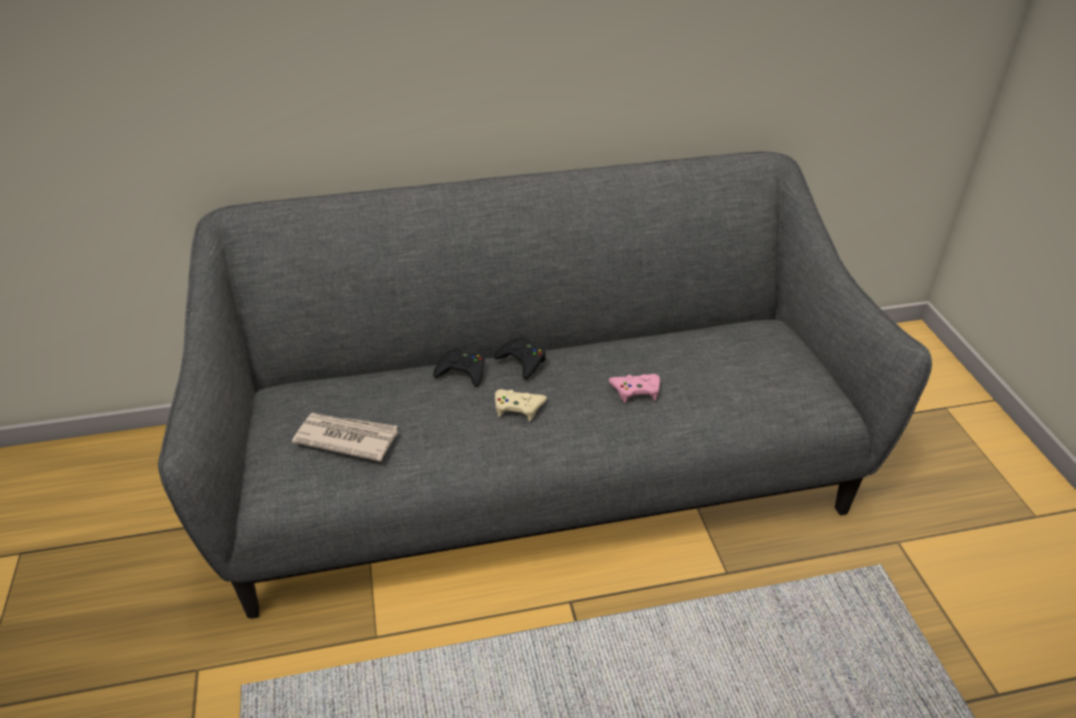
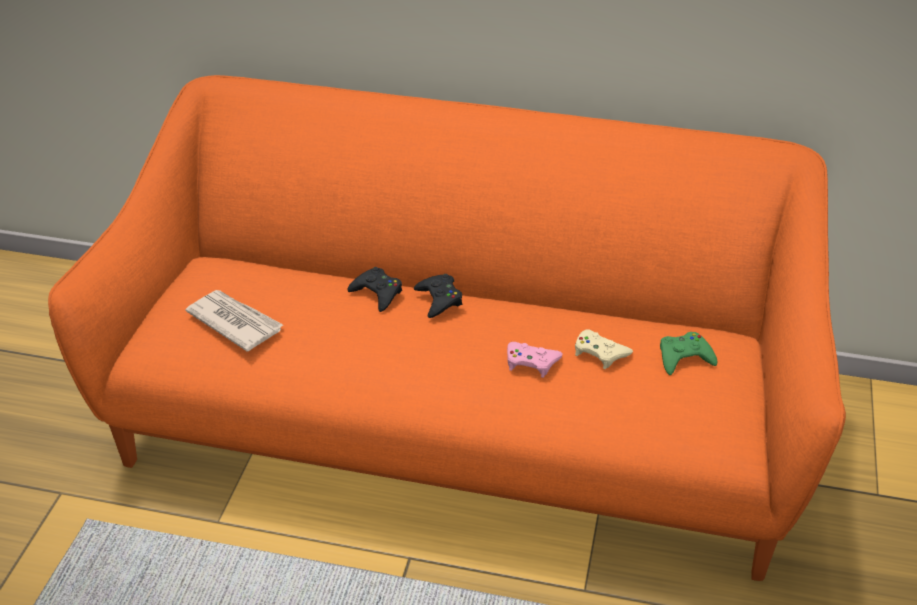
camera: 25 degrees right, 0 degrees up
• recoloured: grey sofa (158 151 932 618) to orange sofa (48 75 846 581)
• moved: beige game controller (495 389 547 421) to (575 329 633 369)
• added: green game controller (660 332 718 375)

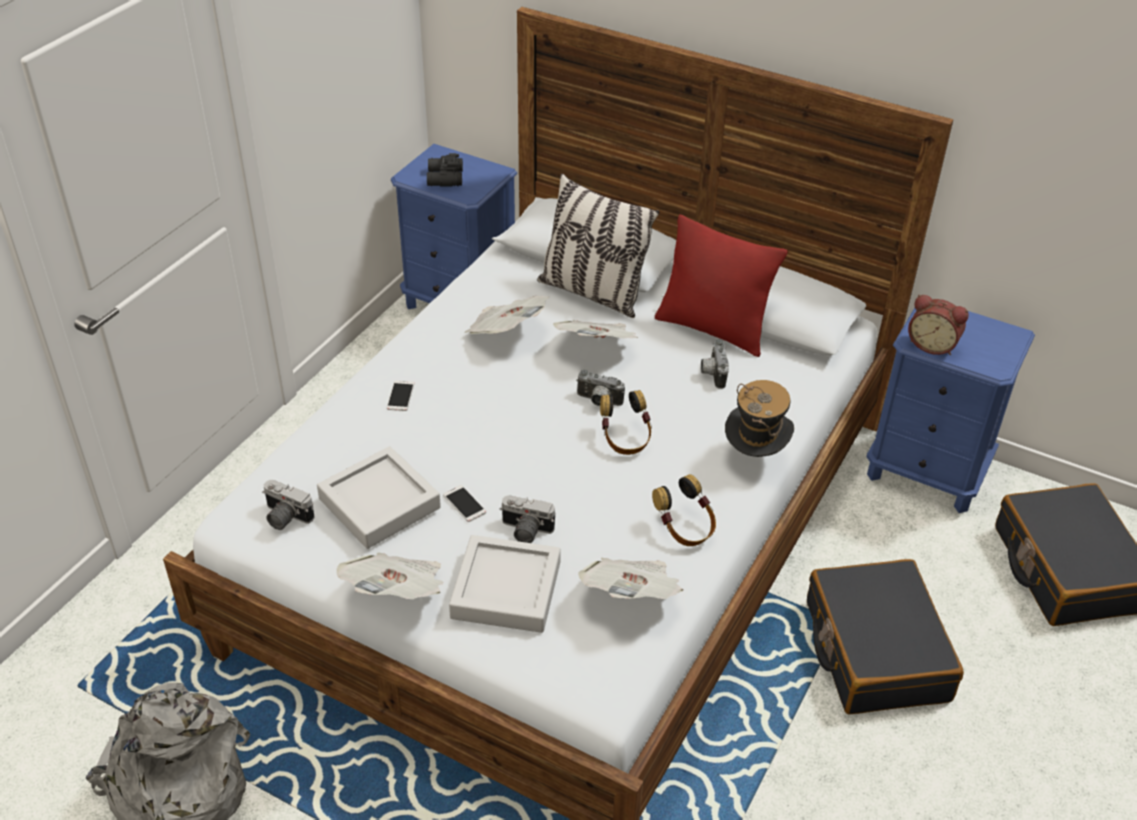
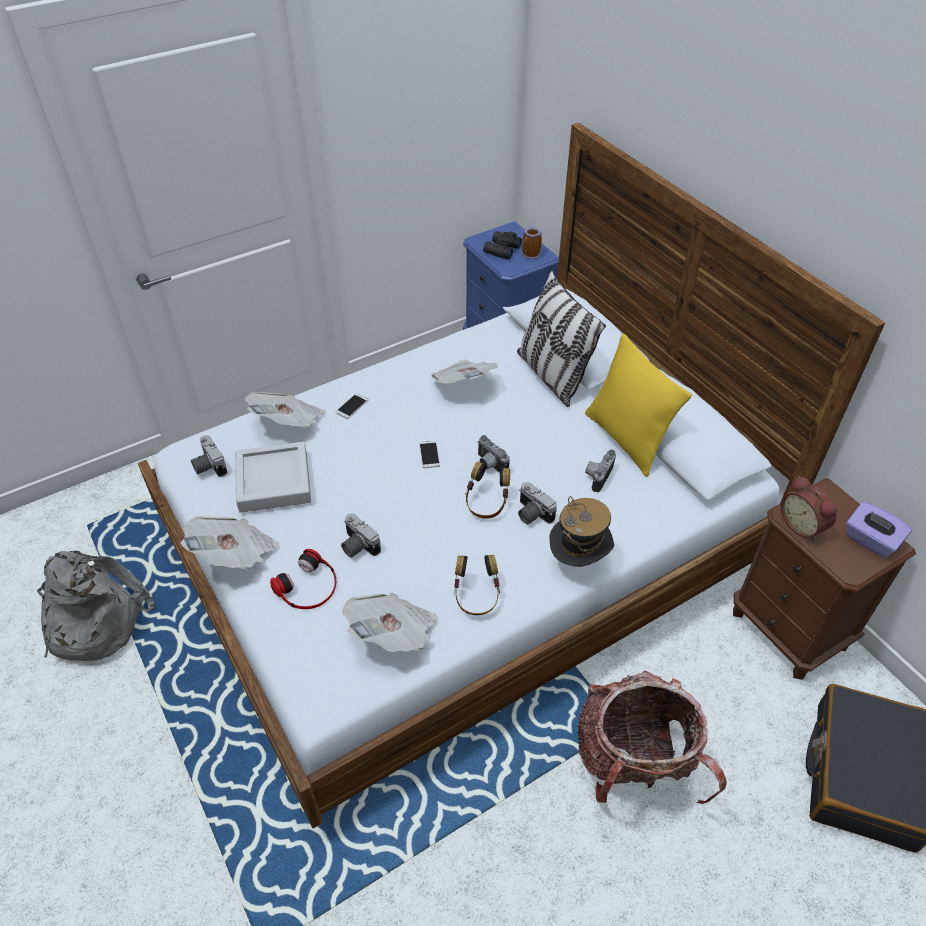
camera: 30 degrees right, 5 degrees up
• moved: newspaper (553 320 638 339) to (245 392 326 428)
• replaced: grey tray (449 535 561 633) to headphones (270 549 336 609)
• moved: phone (443 485 486 522) to (419 440 440 468)
• added: photo camera (518 482 557 524)
• added: mug (522 227 542 259)
• replaced: black suitcase (807 559 964 714) to backpack (578 670 727 804)
• recoloured: red pillow (655 214 788 357) to yellow pillow (585 333 692 477)
• recoloured: blue nightstand (866 308 1035 513) to brown nightstand (733 478 916 680)
• added: purple tissue box (847 501 912 558)

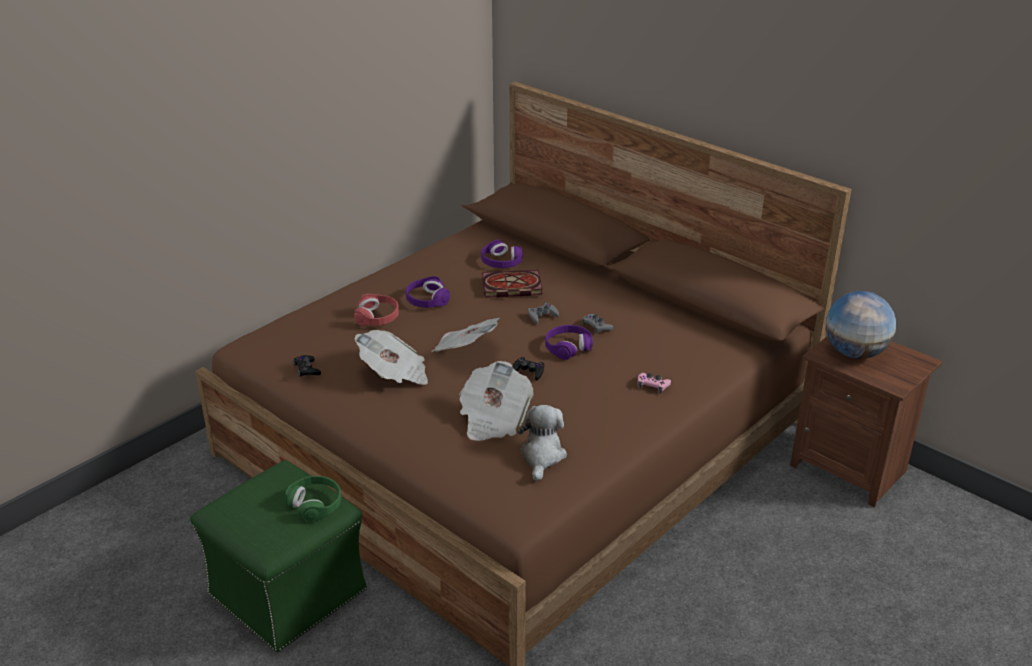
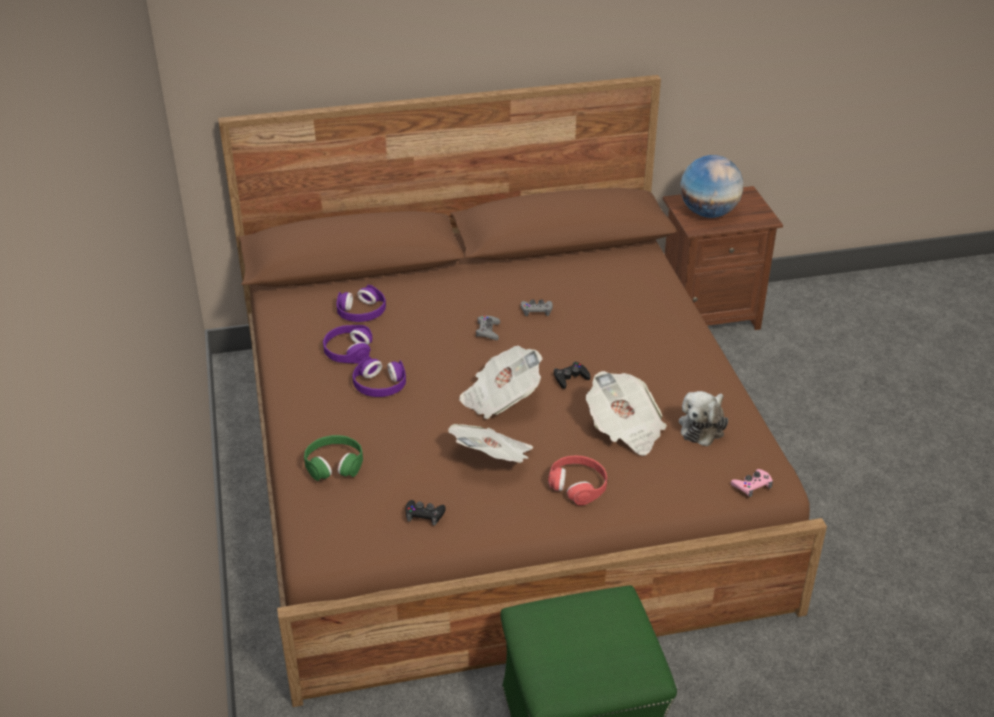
camera: 55 degrees left, 5 degrees up
• moved: green headphones (285 476 341 522) to (304 435 363 481)
• moved: purple headphones (545 325 593 360) to (323 325 372 364)
• moved: red headphones (354 294 399 326) to (548 456 607 506)
• turned: plush toy (518 405 567 481) = (679 391 728 447) 105 degrees counterclockwise
• moved: pink game controller (638 373 671 393) to (731 469 773 497)
• removed: book (482 270 543 298)

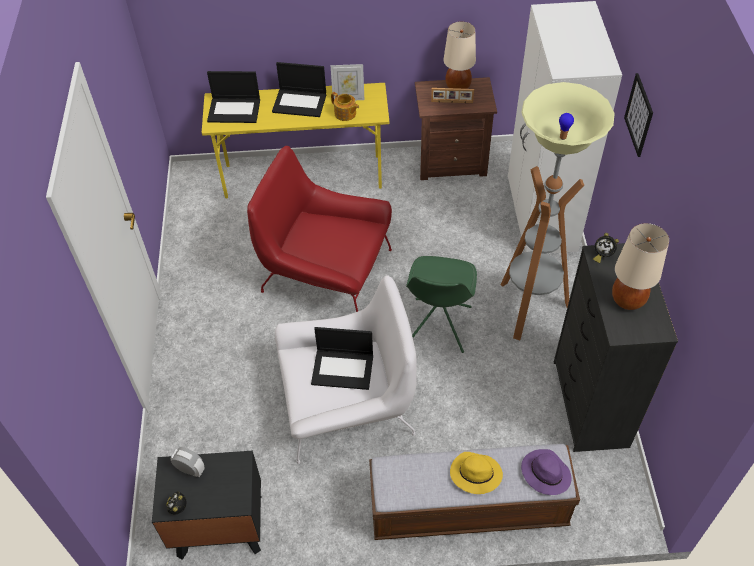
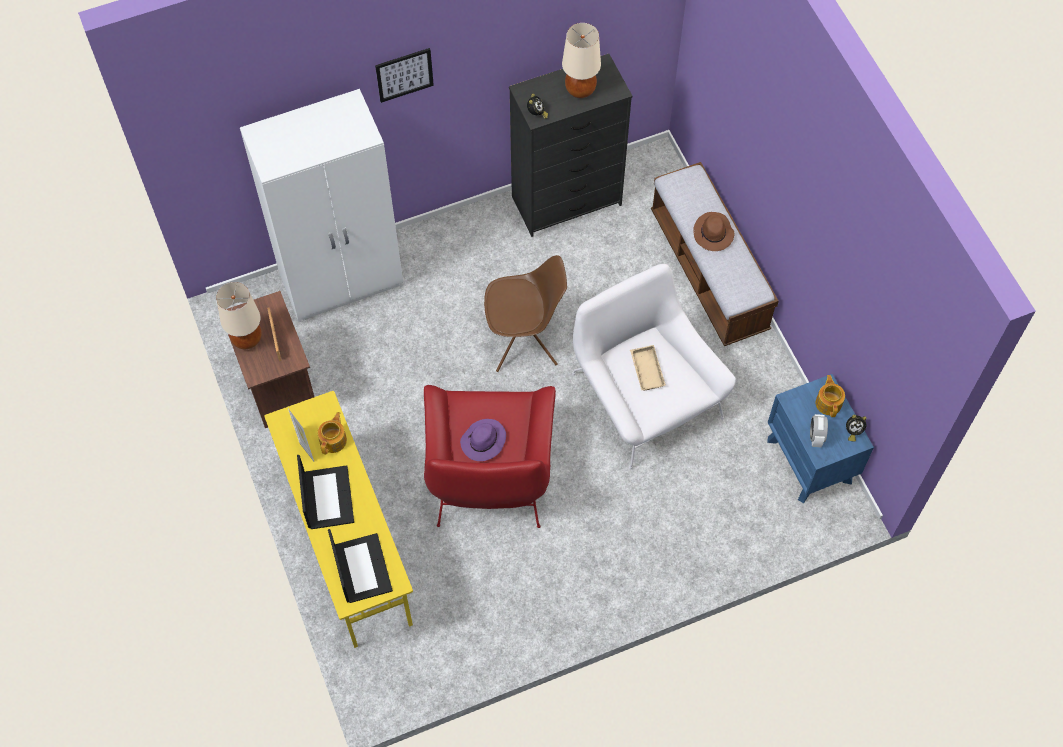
camera: 110 degrees left, 10 degrees up
• moved: purple hat (521 449 571 495) to (460 419 506 461)
• recoloured: green chair (406 256 477 353) to brown chair (484 255 567 372)
• replaced: laptop (311 327 373 390) to beige tray (630 345 666 390)
• recoloured: yellow hat (450 452 503 494) to brown hat (693 212 735 251)
• recoloured: black nightstand (152 451 261 560) to blue nightstand (767 374 874 503)
• added: teapot (816 375 845 417)
• removed: floor lamp (501 82 615 340)

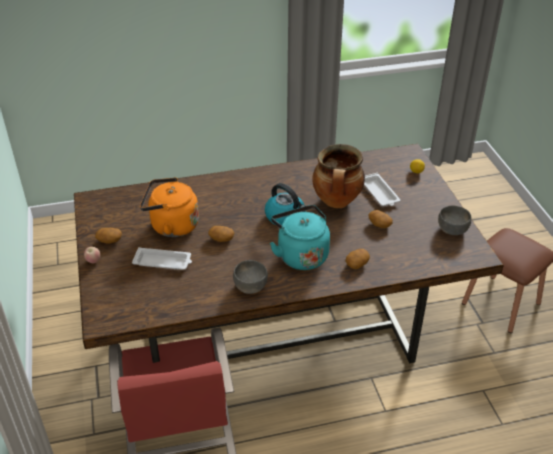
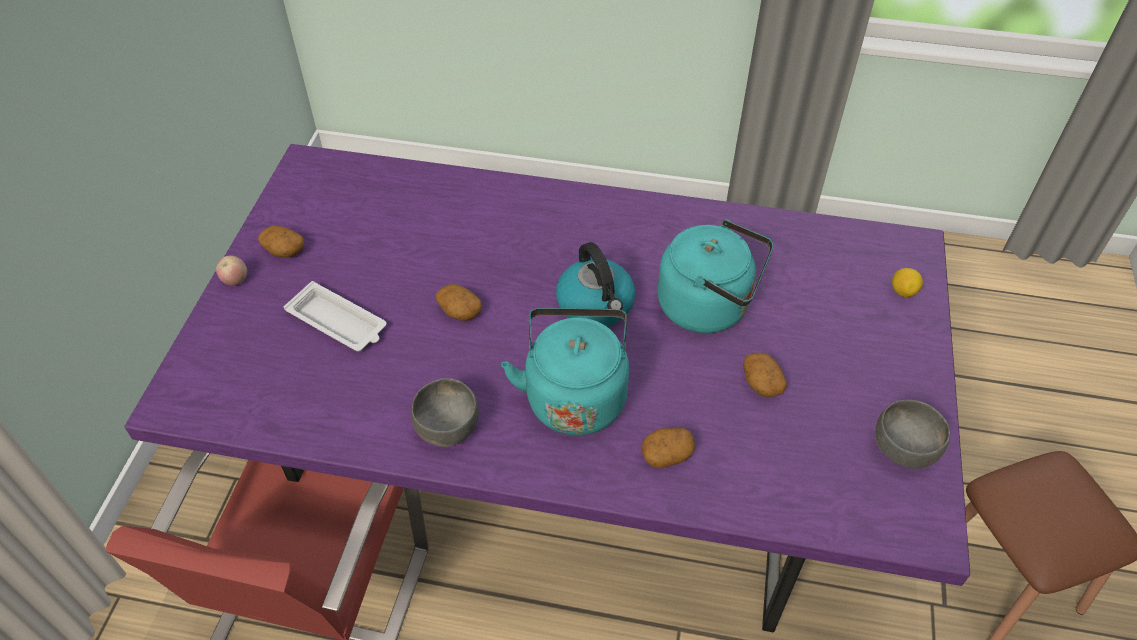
camera: 25 degrees right, 10 degrees up
• recoloured: brown dining table (74 144 504 363) to purple dining table (124 144 970 632)
• replaced: cooking pot (312 144 365 208) to turquoise kettle (657 219 773 333)
• removed: orange kettle (140 178 199 237)
• removed: white tray (364 173 400 206)

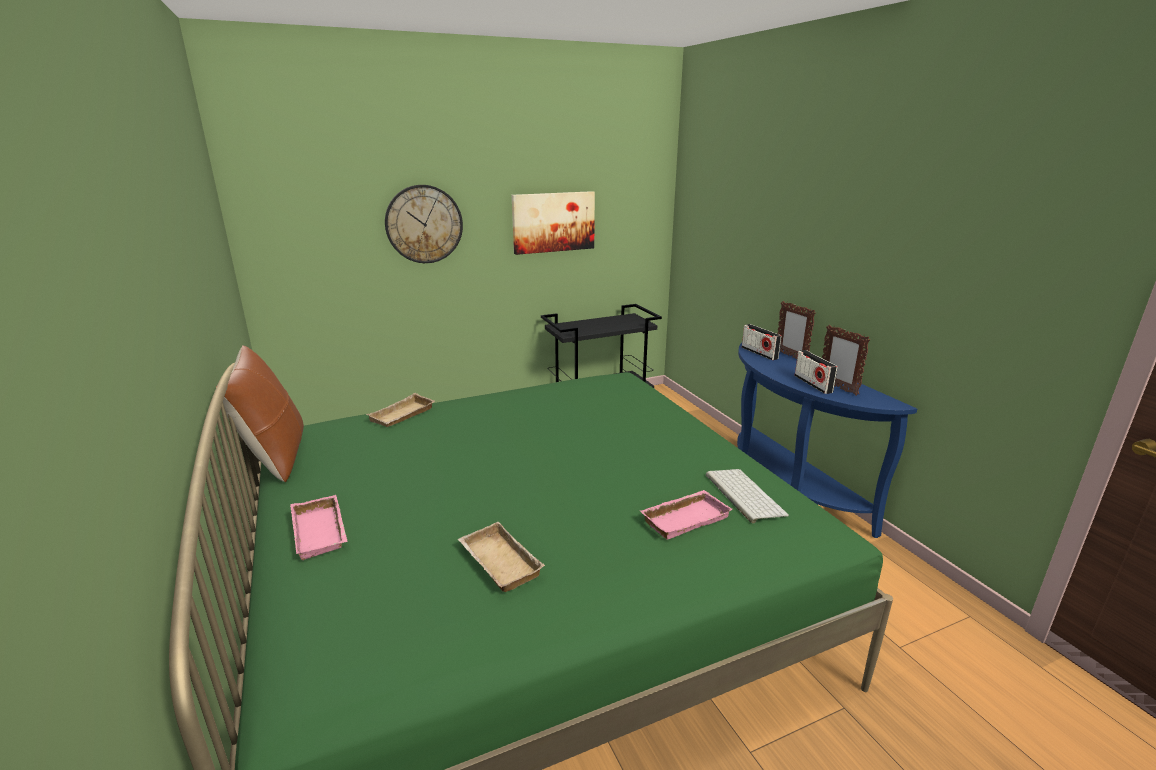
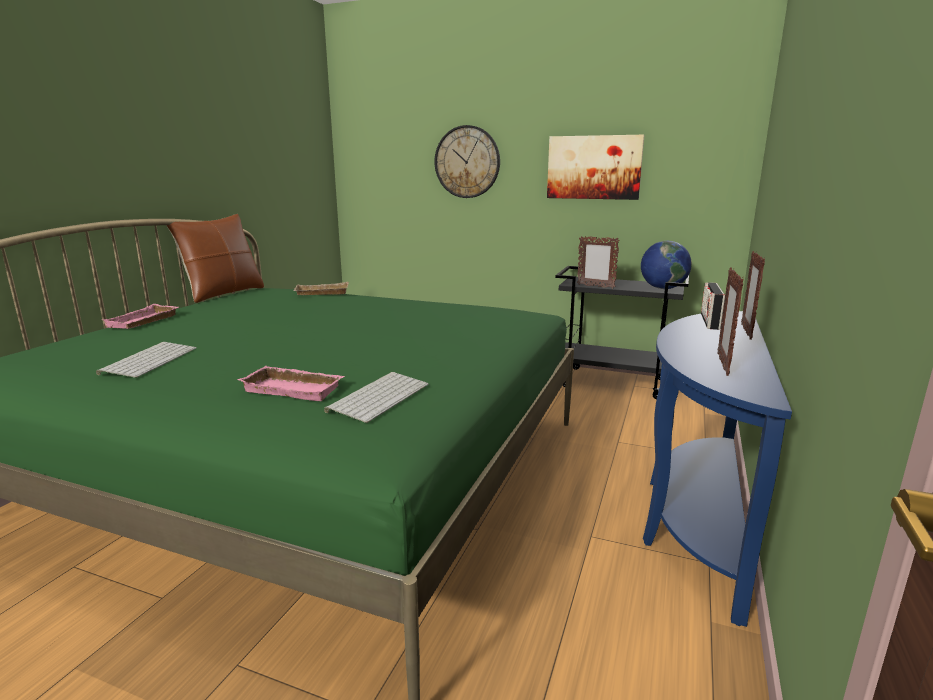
camera: 45 degrees right, 5 degrees down
• replaced: beige tray (458 522 545 592) to keyboard (96 342 196 378)
• added: picture frame (577 236 620 288)
• added: globe (641 241 692 289)
• removed: radio (795 350 837 394)

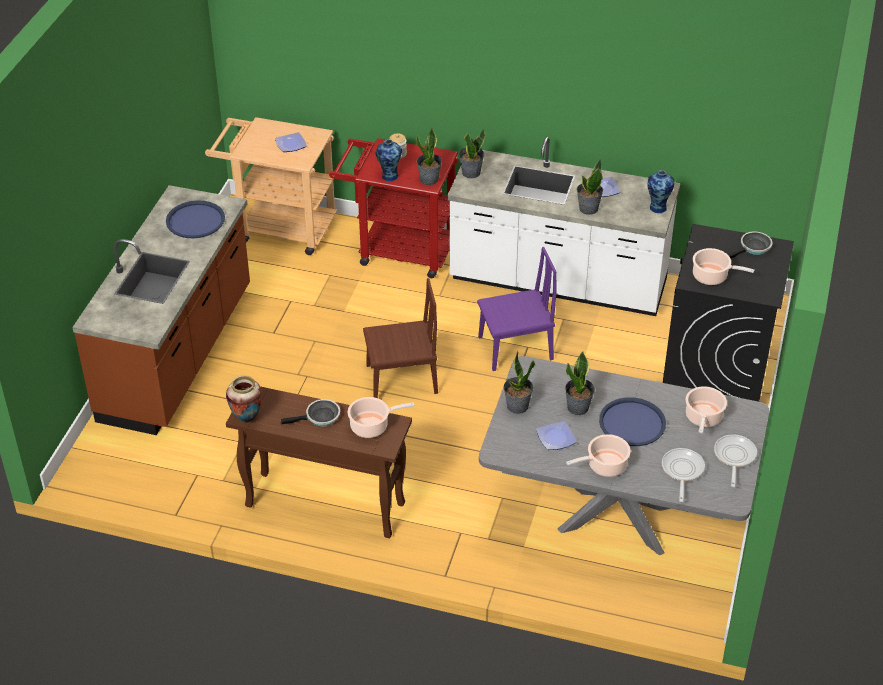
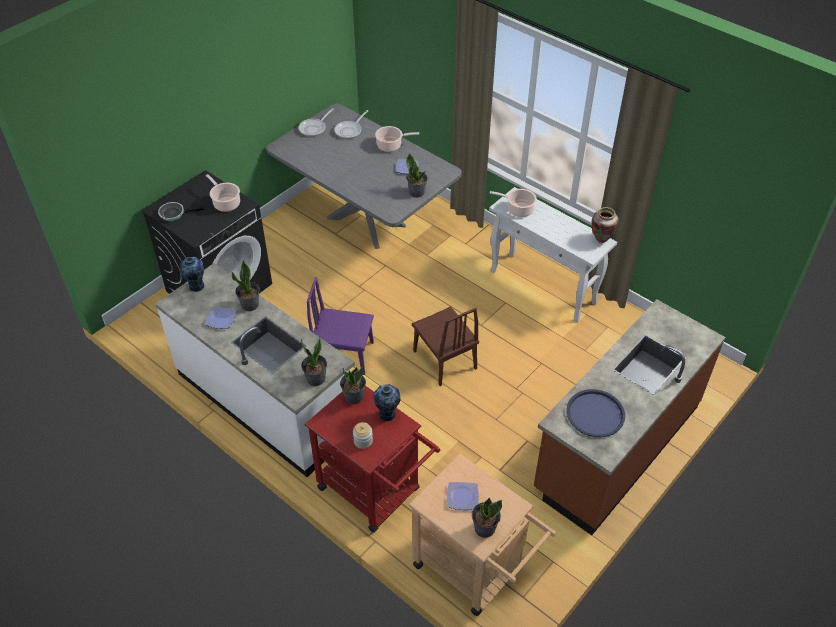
camera: 155 degrees left, 5 degrees up
• turned: brown chair (363 278 438 398) = (412 306 479 386) 135 degrees counterclockwise
• moved: potted plant (565 352 595 415) to (472 498 502 538)
• recoloured: brown console table (226 386 412 538) to white console table (489 187 617 323)
• removed: frying pan (281 399 340 426)
• removed: blue tray (599 397 666 446)
• removed: cooking pot (686 386 727 433)

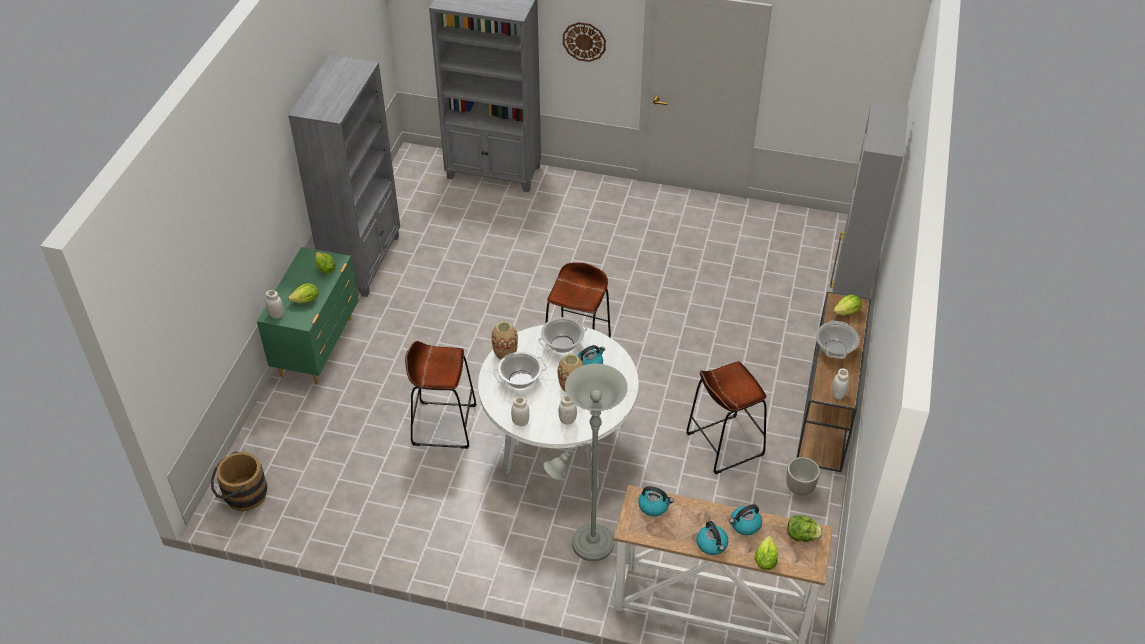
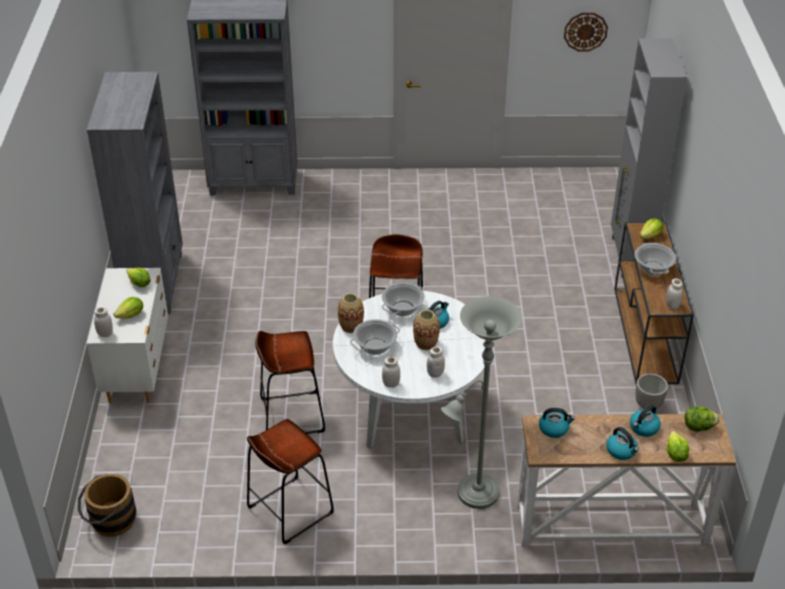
camera: 15 degrees left, 5 degrees down
• recoloured: green dresser (257 247 359 384) to white dresser (87 268 168 403)
• moved: brown stool (687 361 767 474) to (247 419 334 545)
• moved: wall clock (563 22 606 62) to (564 13 608 51)

